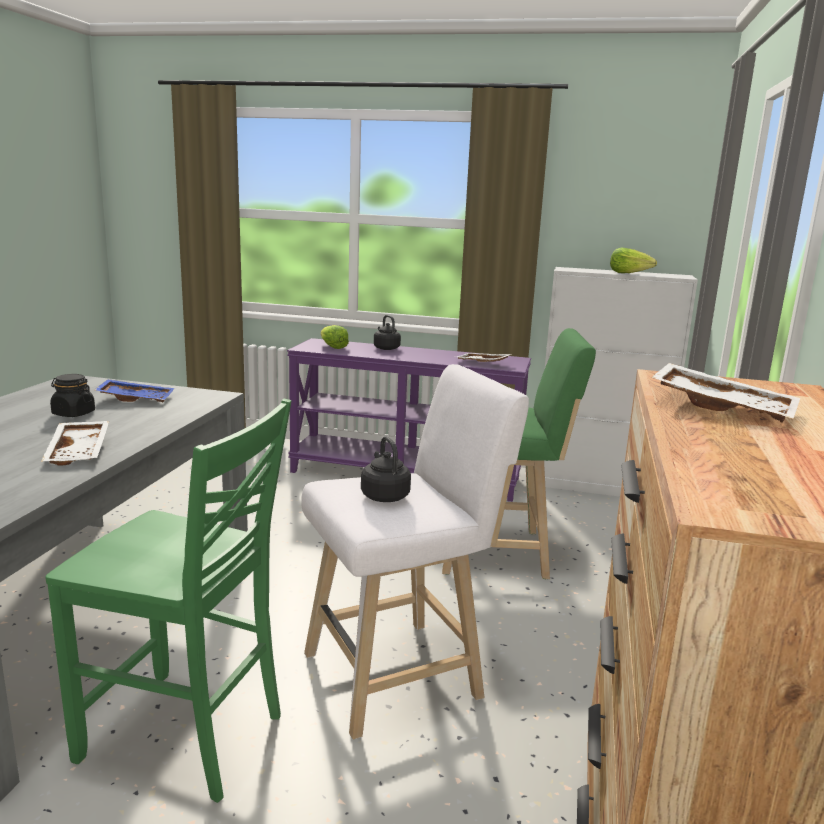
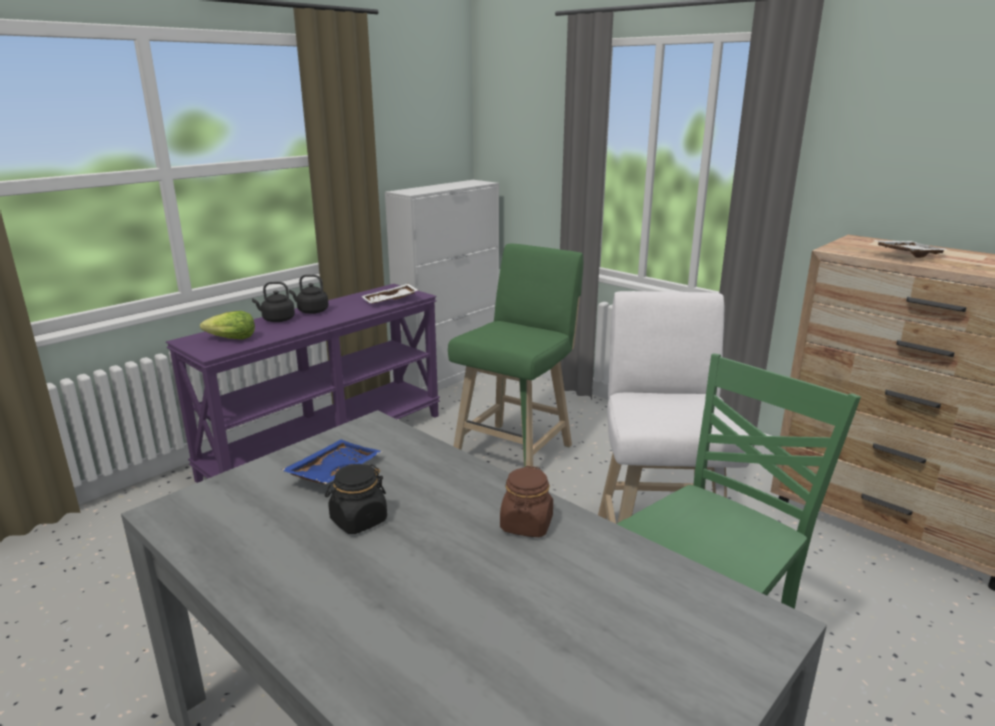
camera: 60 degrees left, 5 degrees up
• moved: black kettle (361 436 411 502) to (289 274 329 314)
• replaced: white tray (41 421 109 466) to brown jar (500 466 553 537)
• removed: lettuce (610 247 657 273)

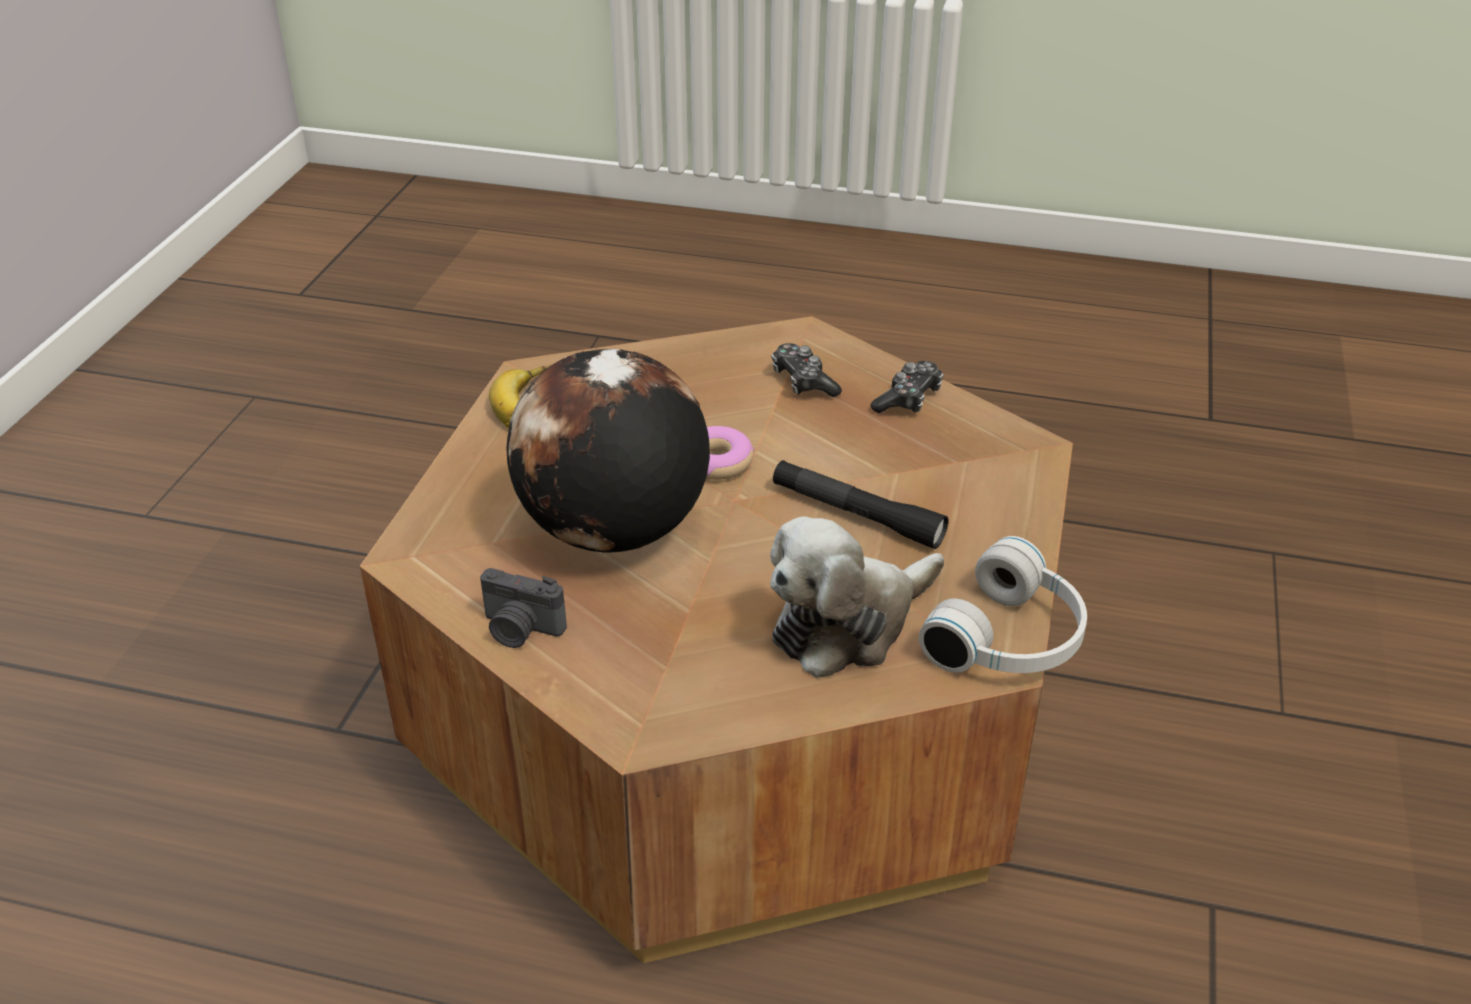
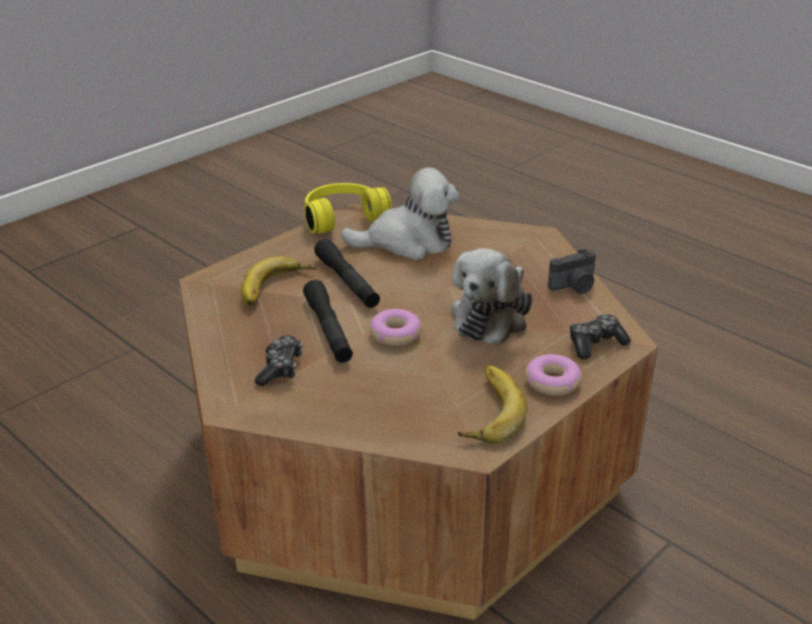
camera: 150 degrees left, 5 degrees down
• added: banana (241 256 316 306)
• added: black flashlight (303 280 353 363)
• recoloured: white headphones (919 536 1087 673) to yellow headphones (304 183 392 234)
• replaced: globe (506 349 710 552) to plush toy (451 248 533 345)
• added: donut (525 354 582 396)
• turned: photo camera (480 568 567 648) = (548 249 596 294) 105 degrees clockwise
• moved: game controller (870 361 944 413) to (570 314 631 359)

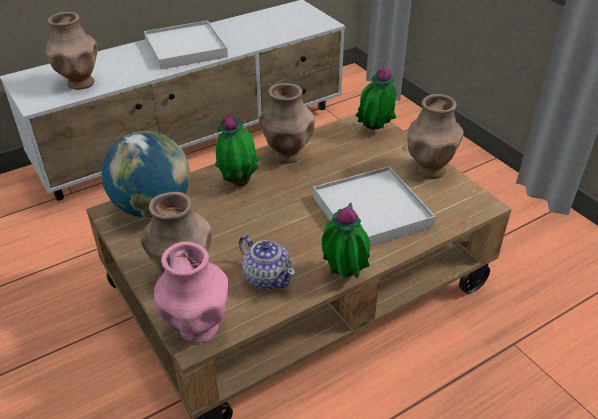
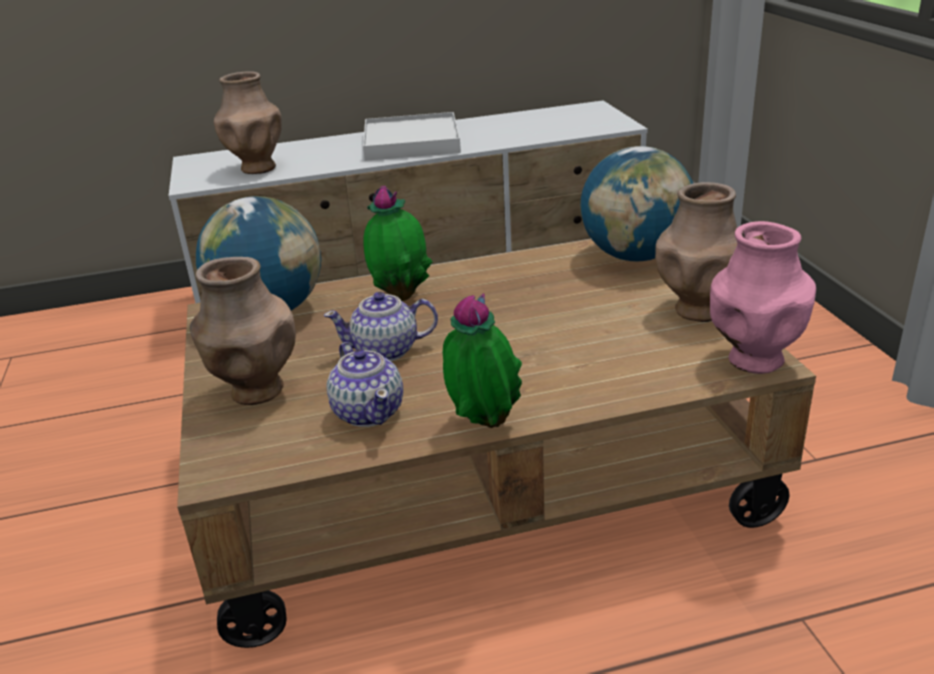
camera: 20 degrees right, 10 degrees down
• added: teapot (324 292 438 361)
• replaced: potted plant (356 67 397 130) to globe (580 146 693 261)
• moved: pink vase (154 242 229 343) to (710 221 816 374)
• removed: brown vase (259 83 315 164)
• removed: white tray (313 166 435 247)

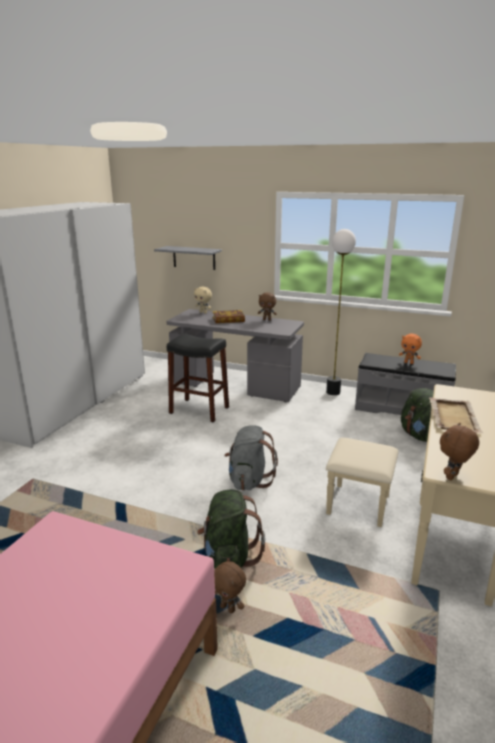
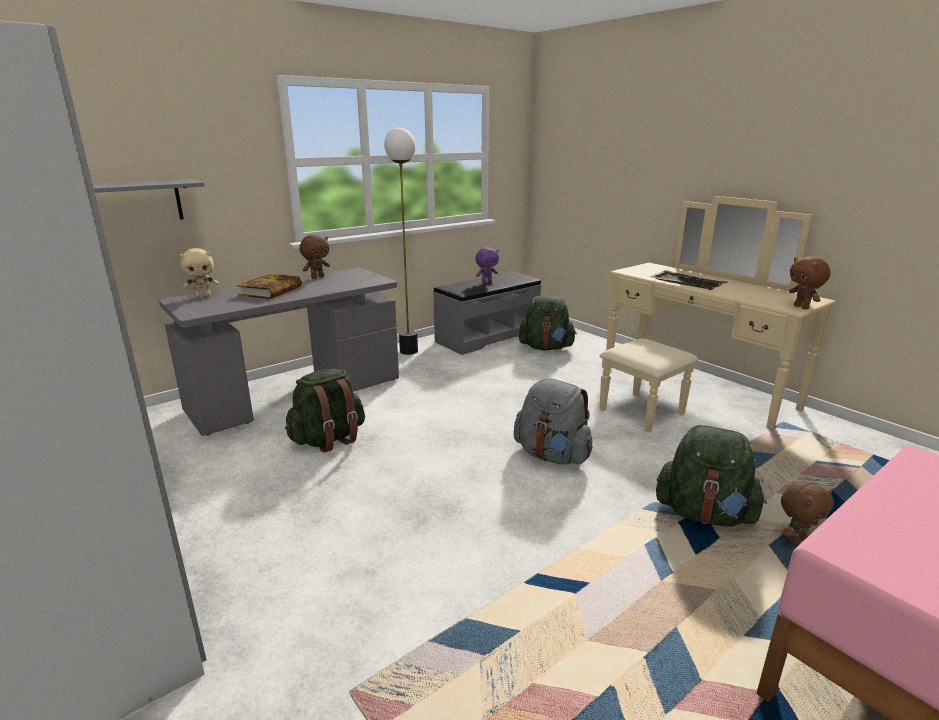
camera: 60 degrees left, 0 degrees up
• replaced: black stool (167 334 229 422) to green backpack (285 369 365 453)
• recoloured: orange plush toy (399 334 422 364) to purple plush toy (475 248 499 283)
• recoloured: beige tray (429 397 483 433) to black tray (648 270 727 290)

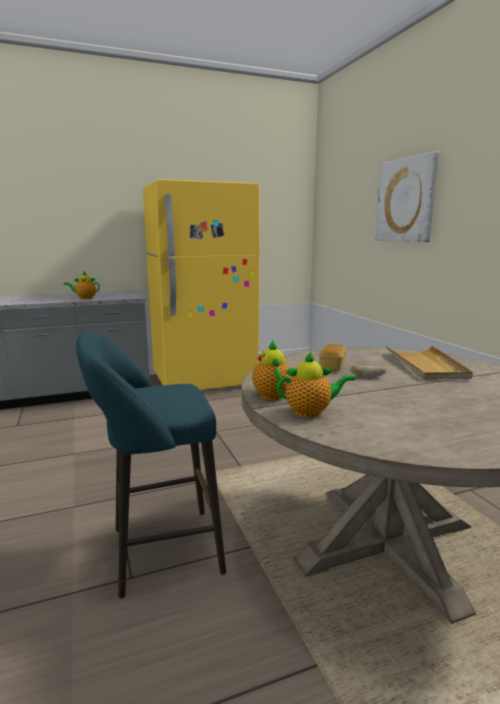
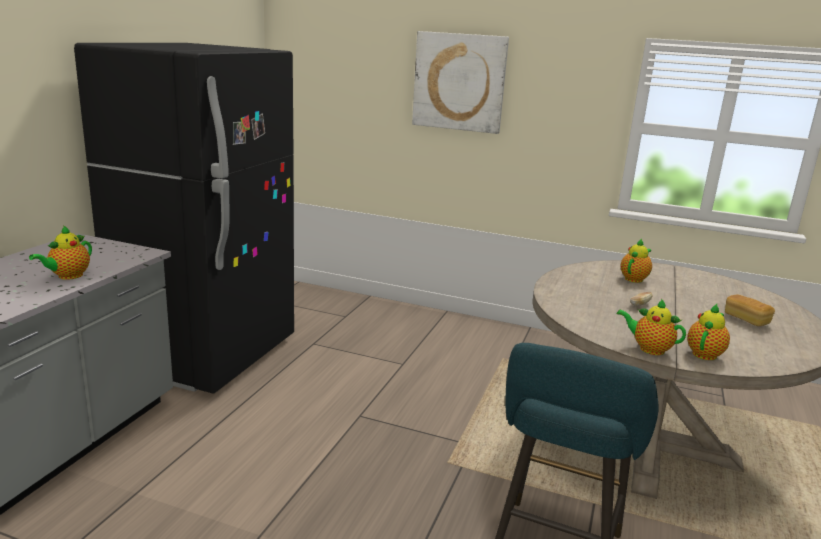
camera: 50 degrees left, 5 degrees up
• recoloured: yellow fridge (143 179 259 390) to black fridge (74 43 294 394)
• replaced: beige tray (386 345 473 380) to teapot (621 239 652 283)
• moved: bread (319 344 346 370) to (725 295 775 326)

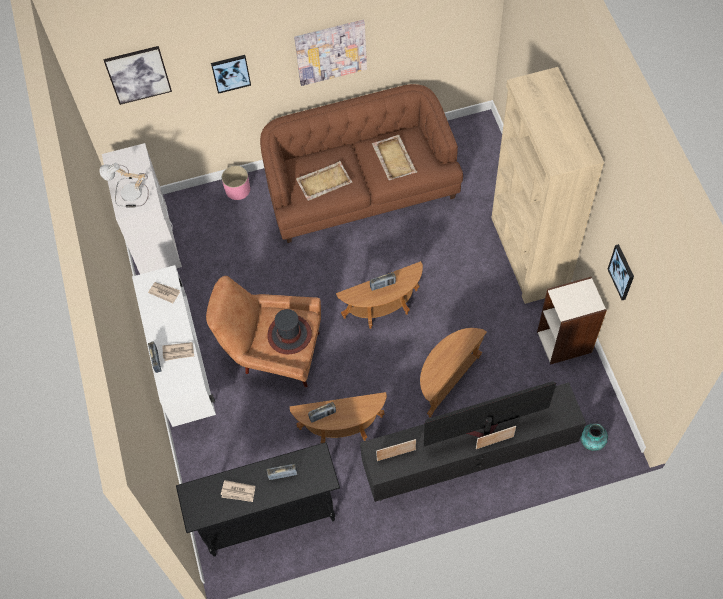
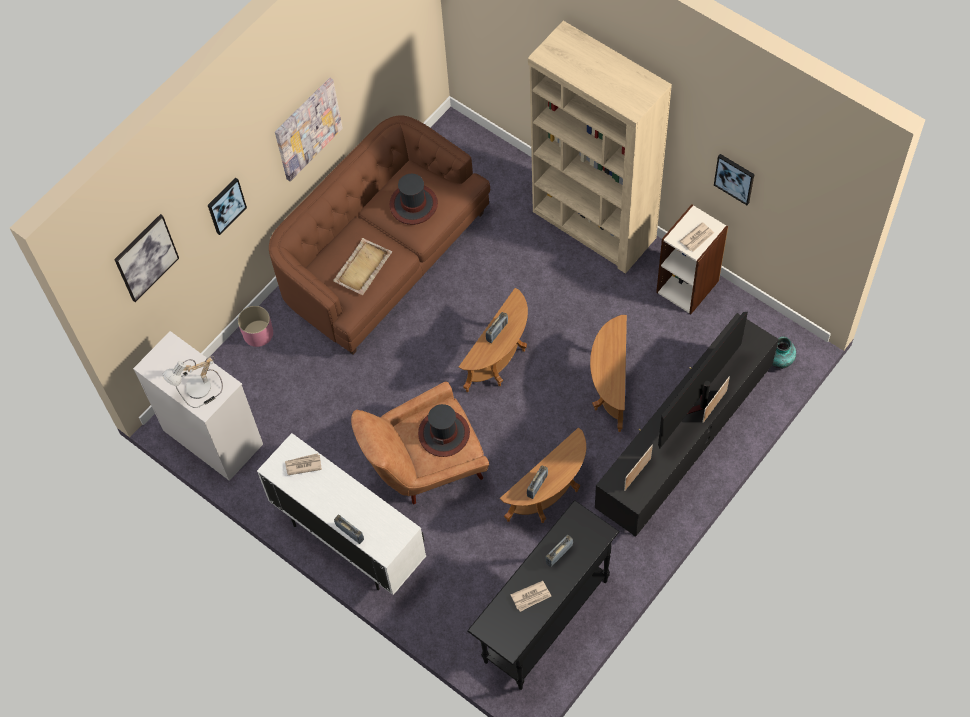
camera: 35 degrees left, 0 degrees up
• replaced: beige tray (372 135 417 180) to hat (390 174 438 225)
• moved: newspaper (163 342 194 361) to (680 222 714 252)

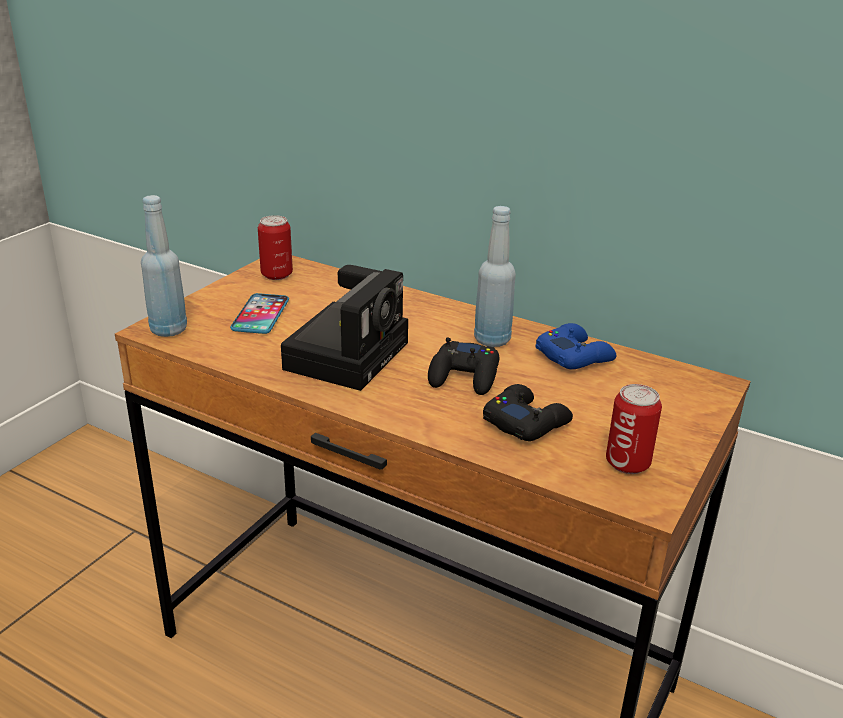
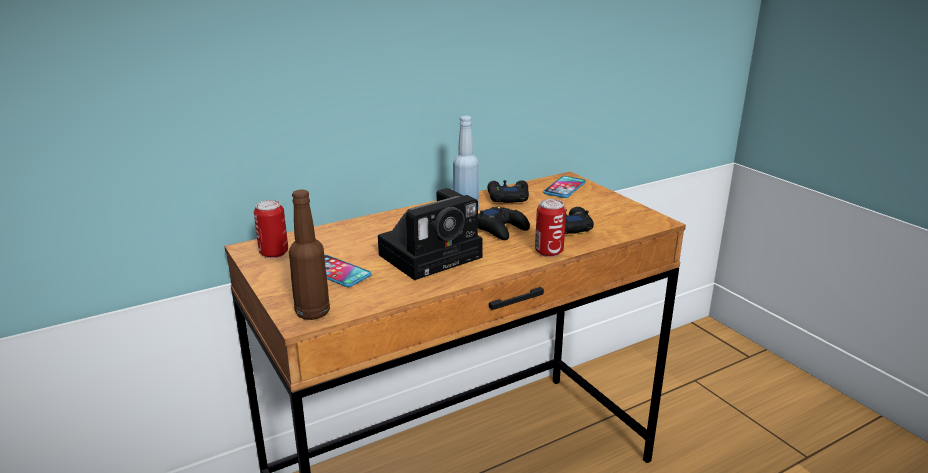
camera: 60 degrees left, 5 degrees down
• recoloured: blue bottle (141 195 187 337) to brown bottle (289 189 330 320)
• turned: photo camera (281 265 408 391) = (378 188 483 280) 90 degrees clockwise
• recoloured: blue game controller (535 323 617 369) to black game controller (487 180 529 203)
• moved: can (606 384 662 474) to (535 199 566 257)
• added: phone (543 176 586 198)

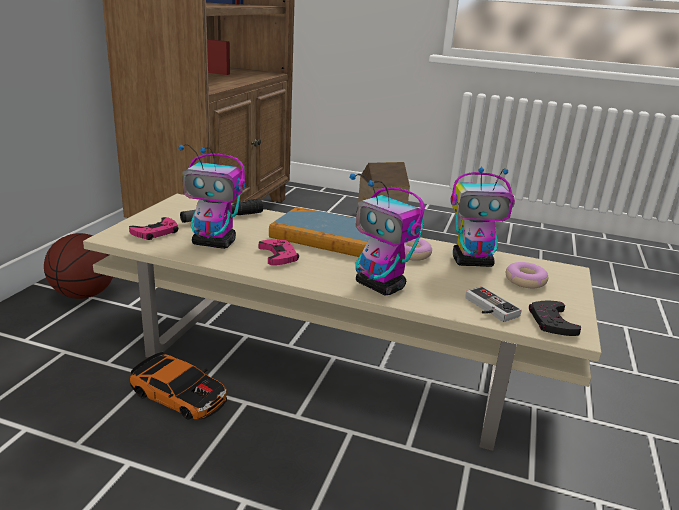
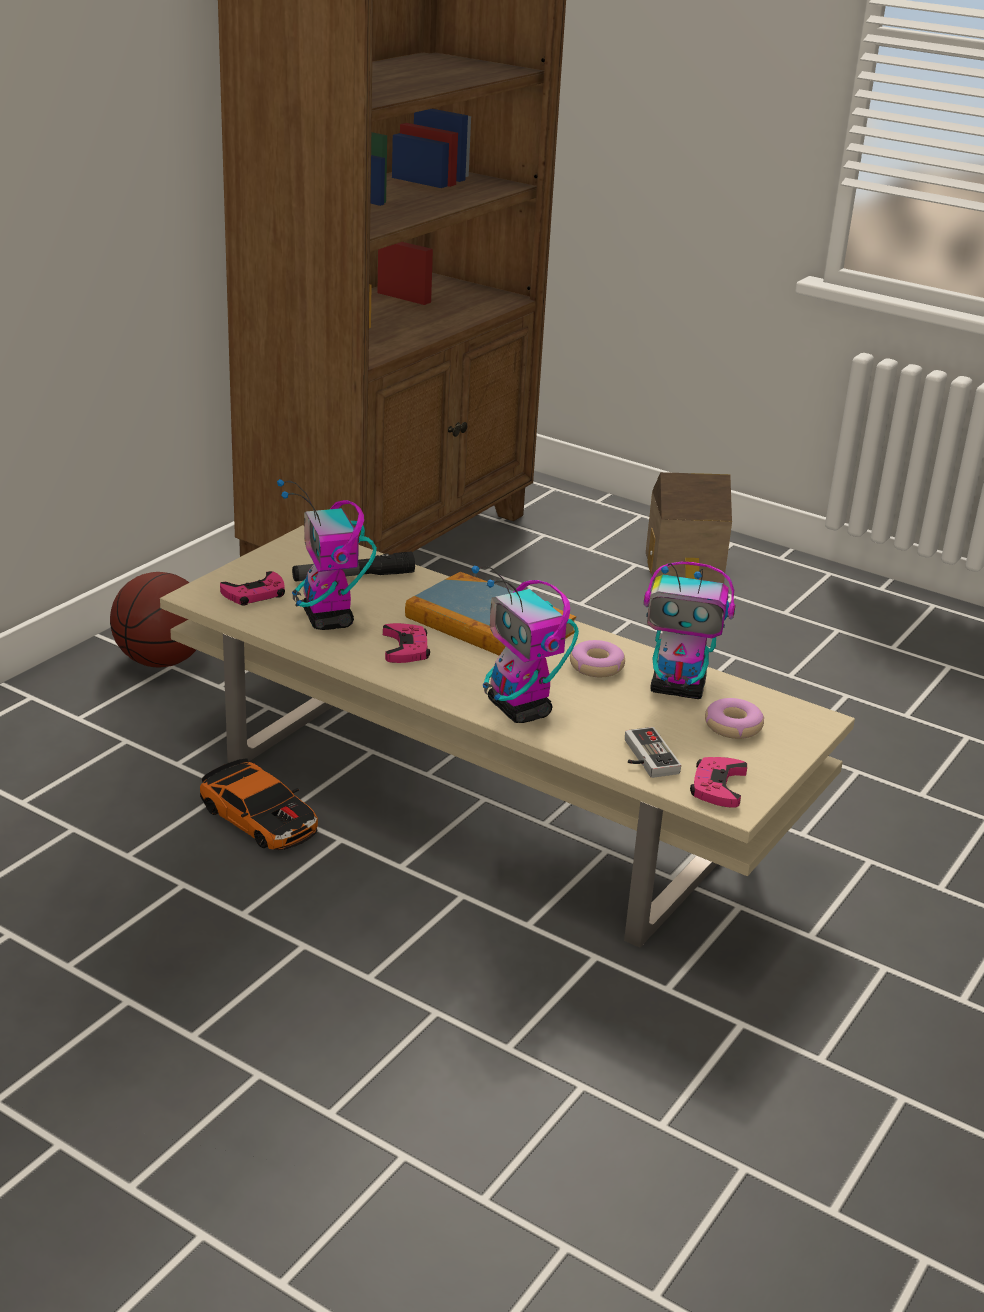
camera: 15 degrees right, 5 degrees up
• turned: toy robot (179 144 245 249) = (277 479 377 630) 45 degrees clockwise
• recoloured: black game controller (529 301 581 336) to pink game controller (690 757 747 808)

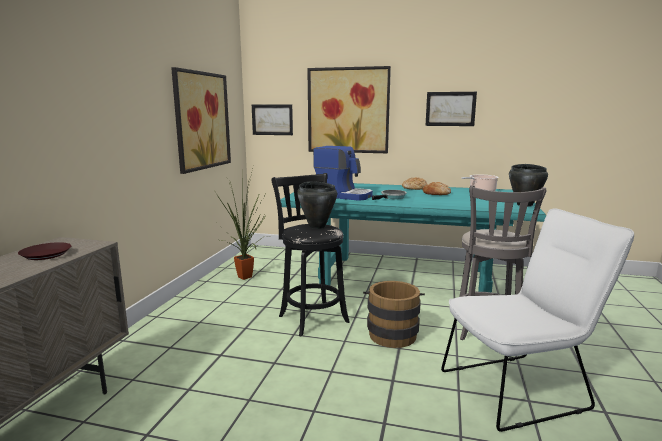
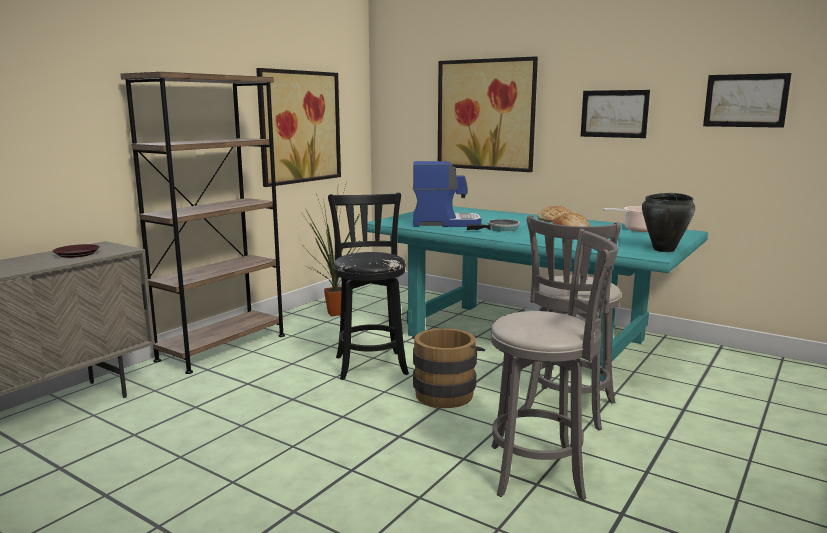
camera: 20 degrees right, 0 degrees up
• added: brown bookcase (121 72 285 374)
• turned: coffee machine (313 146 373 201) = (413 161 481 227) 45 degrees counterclockwise
• replaced: white chair (441 208 634 432) to grey stool (490 229 618 500)
• moved: picture (252 104 293 135) to (703 73 791 128)
• removed: black cooking pot (297 181 337 229)

